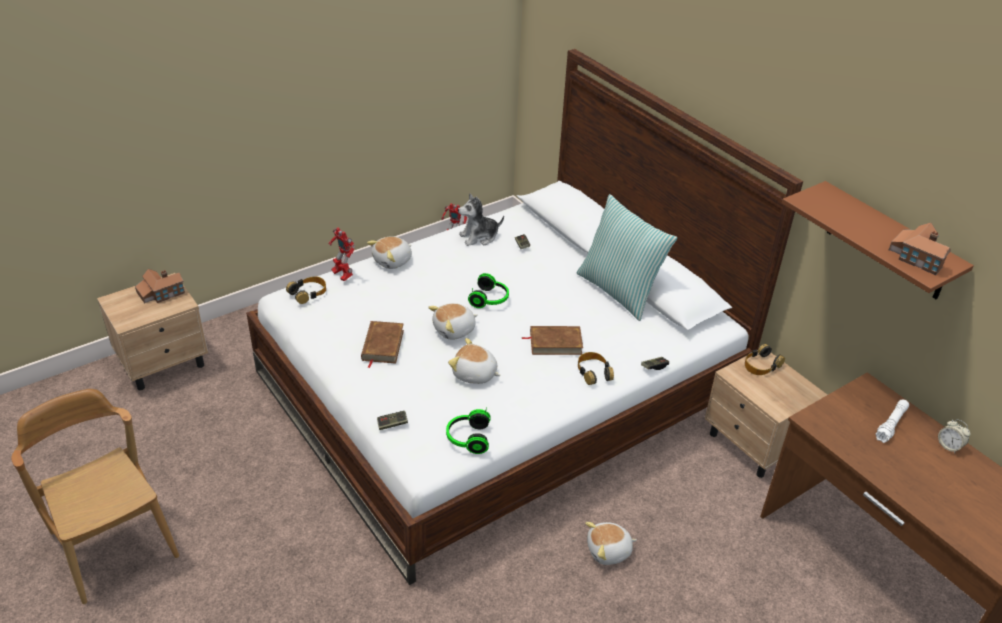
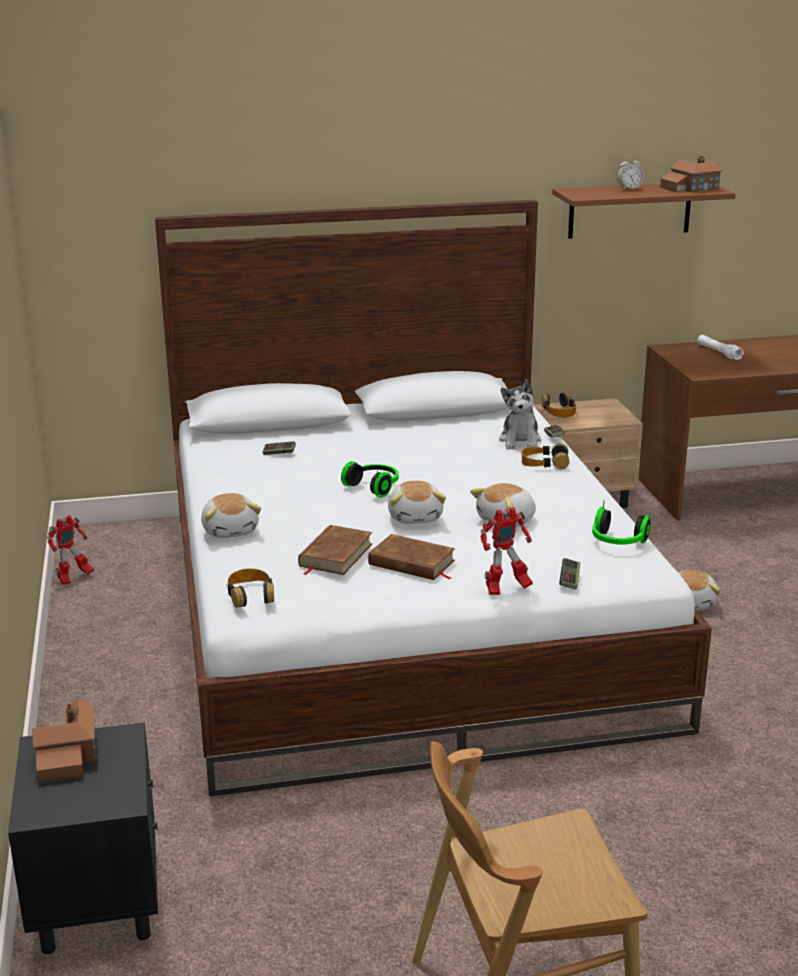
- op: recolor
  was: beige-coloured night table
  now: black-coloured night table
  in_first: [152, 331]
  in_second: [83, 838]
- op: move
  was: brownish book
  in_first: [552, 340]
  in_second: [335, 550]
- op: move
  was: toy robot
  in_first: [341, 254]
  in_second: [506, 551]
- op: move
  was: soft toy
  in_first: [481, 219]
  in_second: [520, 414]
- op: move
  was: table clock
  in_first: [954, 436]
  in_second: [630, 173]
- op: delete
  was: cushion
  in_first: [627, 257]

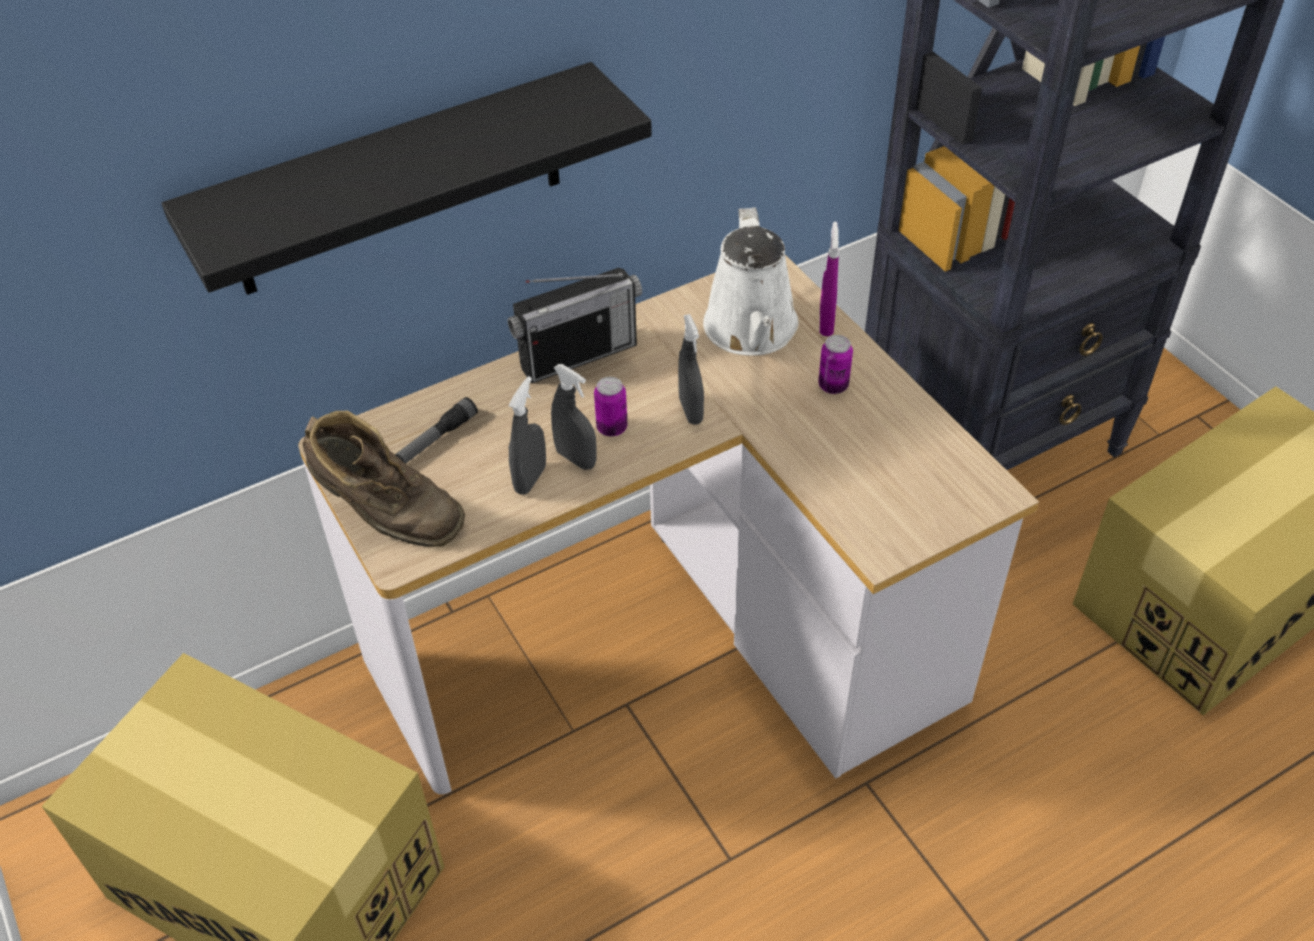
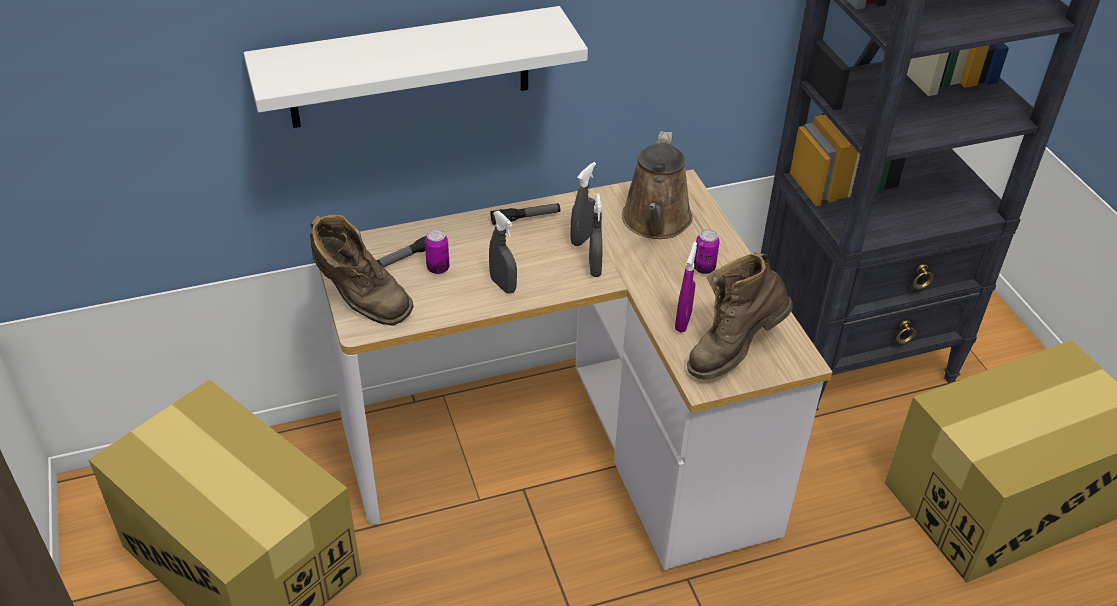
- op: recolor
  was: black-coloured wall shelf
  now: white-coloured wall shelf
  in_first: [407, 178]
  in_second: [416, 67]
- op: move
  was: can
  in_first: [610, 407]
  in_second: [437, 251]
- op: replace
  was: radio
  now: flashlight
  in_first: [575, 326]
  in_second: [525, 214]
- op: move
  was: greyish hand sprayer
  in_first: [527, 435]
  in_second: [583, 204]
- op: recolor
  was: white-coloured sprinkling can
  now: brownish sprinkling can
  in_first: [751, 281]
  in_second: [657, 185]
- op: move
  was: purple-coloured hand sprayer
  in_first: [829, 279]
  in_second: [686, 287]
- op: insert
  now: brownish high-top boot
  in_second: [740, 316]

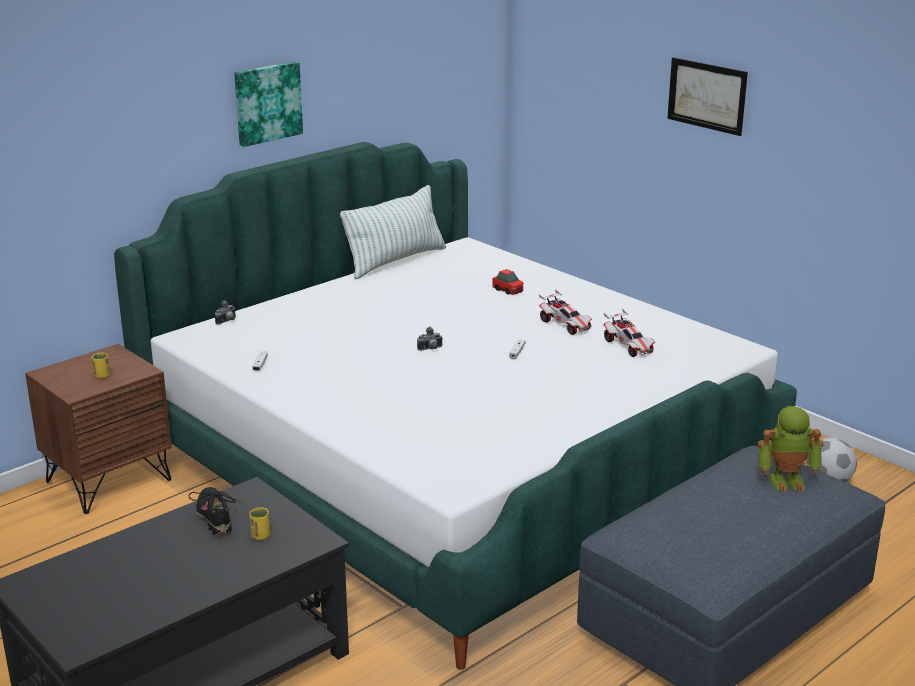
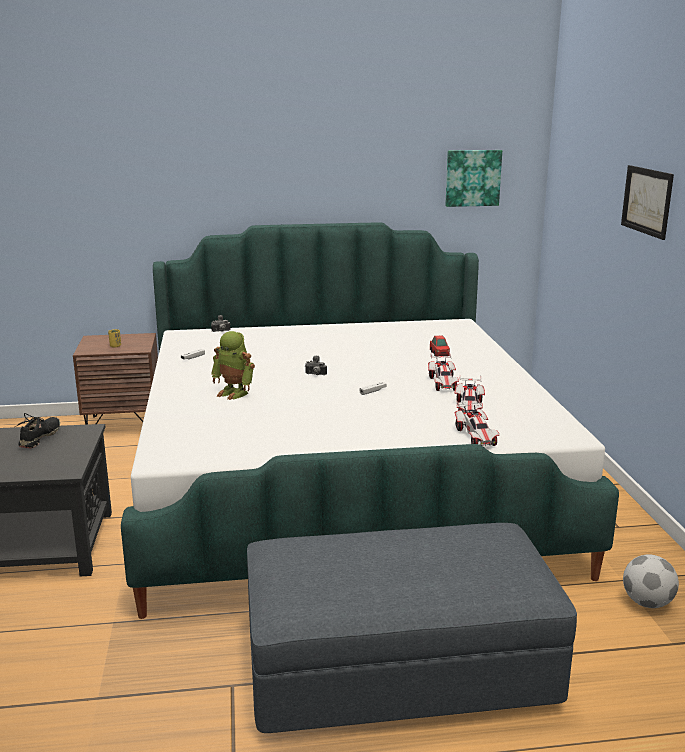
- op: move
  was: toy robot
  in_first: [791, 449]
  in_second: [233, 365]
- op: move
  was: picture
  in_first: [268, 104]
  in_second: [473, 178]
- op: insert
  now: miniature car
  in_second: [477, 422]
- op: delete
  was: yellow small cup
  in_first: [259, 523]
- op: delete
  was: cushion
  in_first: [393, 232]

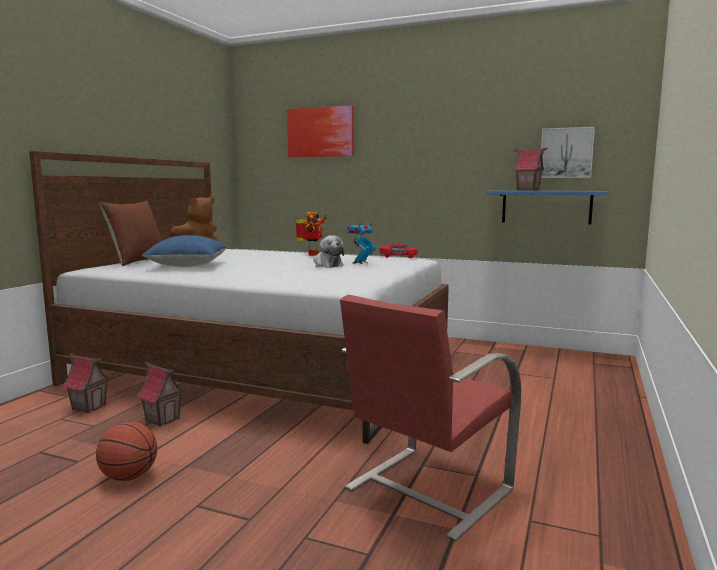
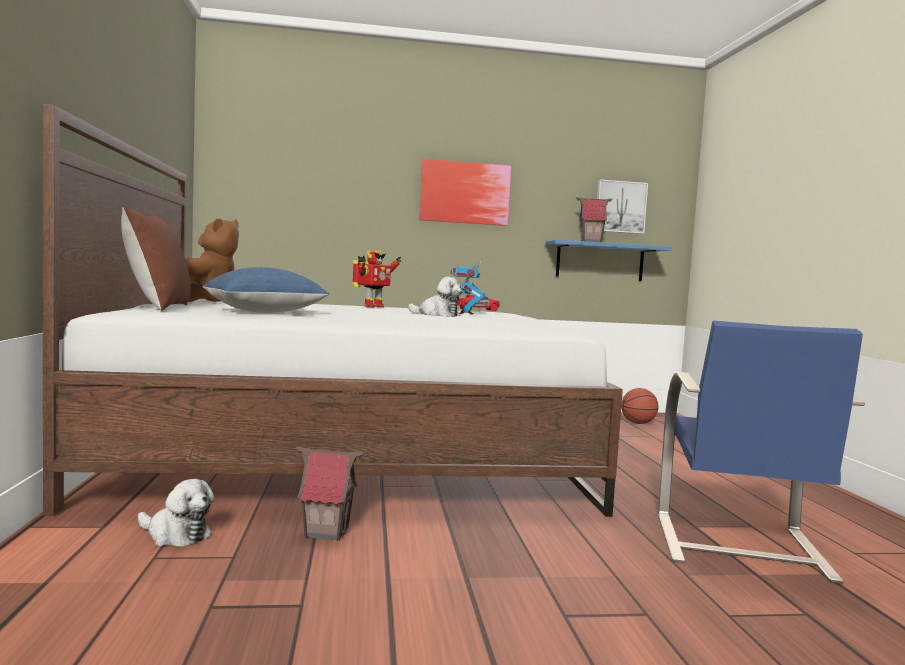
- op: replace
  was: model house
  now: soft toy
  in_first: [86, 383]
  in_second: [176, 513]
- op: rotate
  was: toy robot
  in_first: [311, 234]
  in_second: [376, 278]
  clockwise: 60
- op: move
  was: picture
  in_first: [320, 131]
  in_second: [465, 192]
- op: move
  was: basketball
  in_first: [126, 451]
  in_second: [639, 406]
- op: recolor
  was: red-coloured upright chair
  now: blue-coloured upright chair
  in_first: [431, 418]
  in_second: [761, 452]

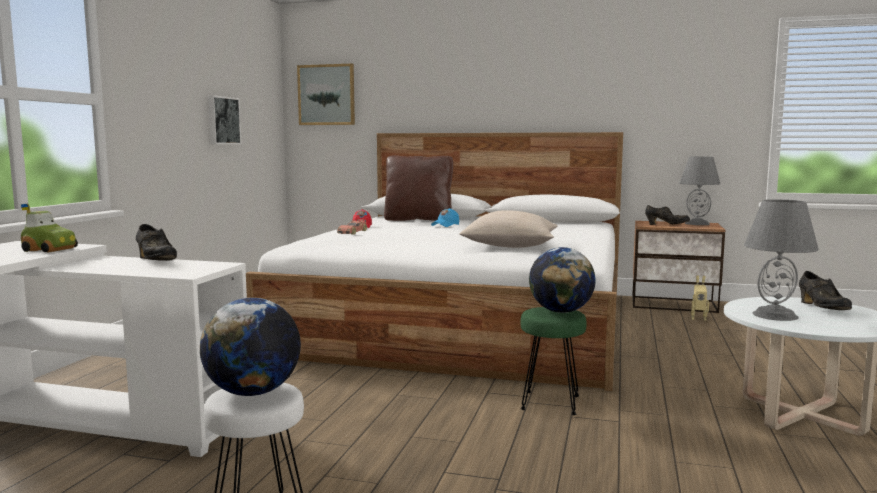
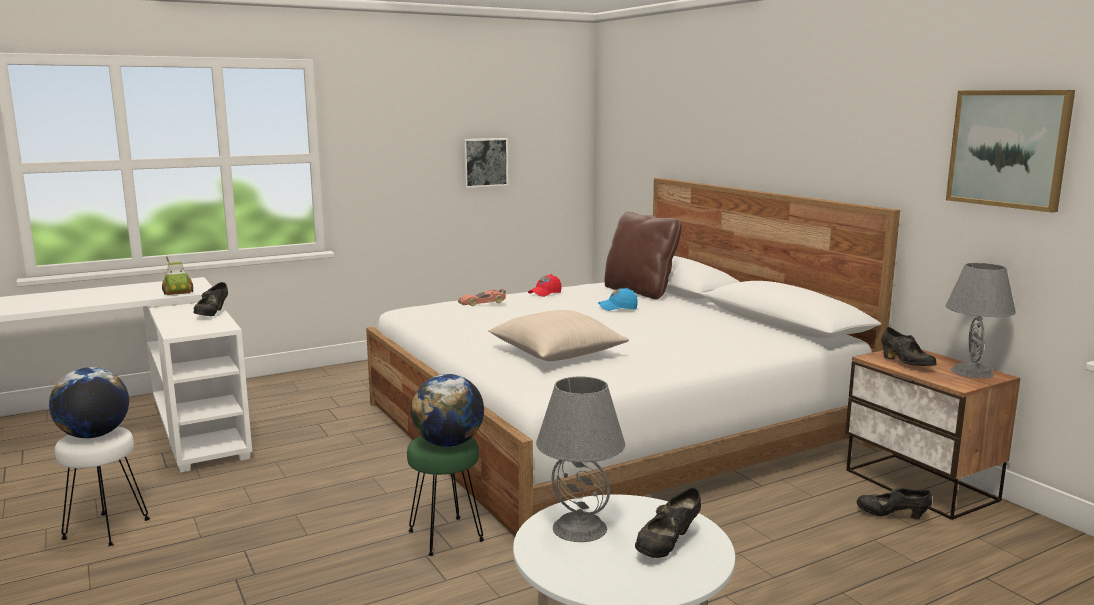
- op: replace
  was: toy robot
  now: black-coloured shoe
  in_first: [700, 298]
  in_second: [894, 504]
- op: move
  was: picture
  in_first: [326, 94]
  in_second: [1010, 151]

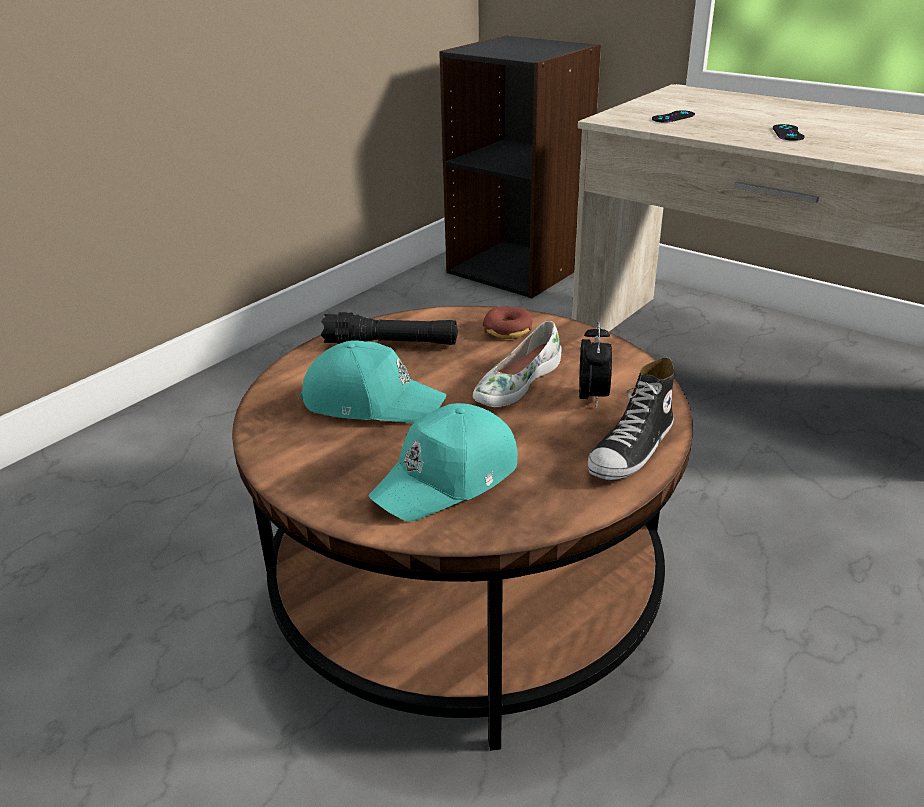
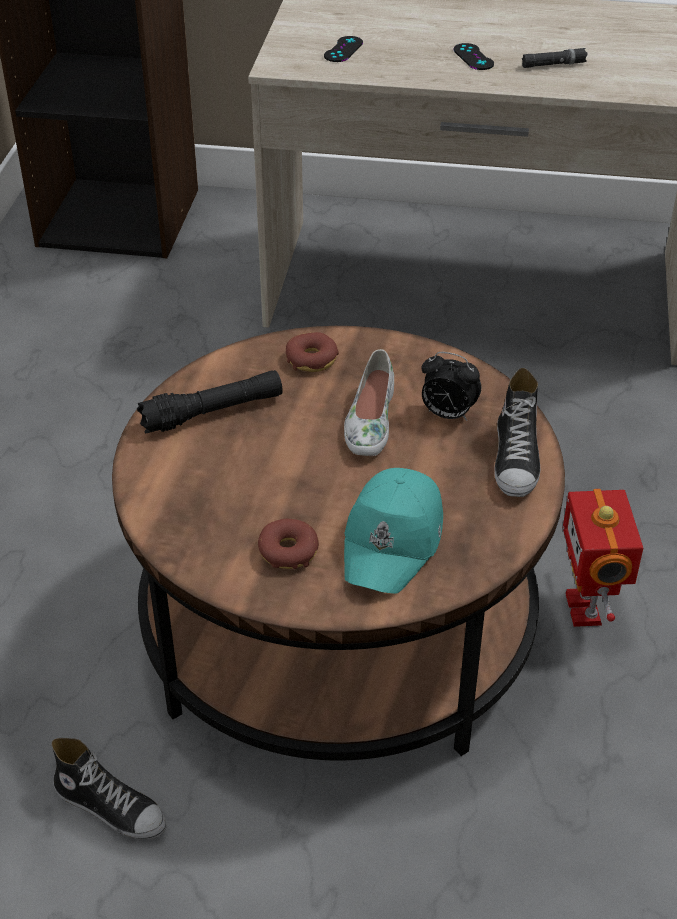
- op: insert
  now: shoe
  in_second: [109, 788]
- op: insert
  now: donut
  in_second: [288, 544]
- op: rotate
  was: table clock
  in_first: [595, 364]
  in_second: [451, 386]
  clockwise: 135
- op: insert
  now: black-coloured flashlight
  in_second: [555, 58]
- op: insert
  now: toy robot
  in_second: [603, 558]
- op: delete
  was: turquoise baseball cap
  in_first: [373, 381]

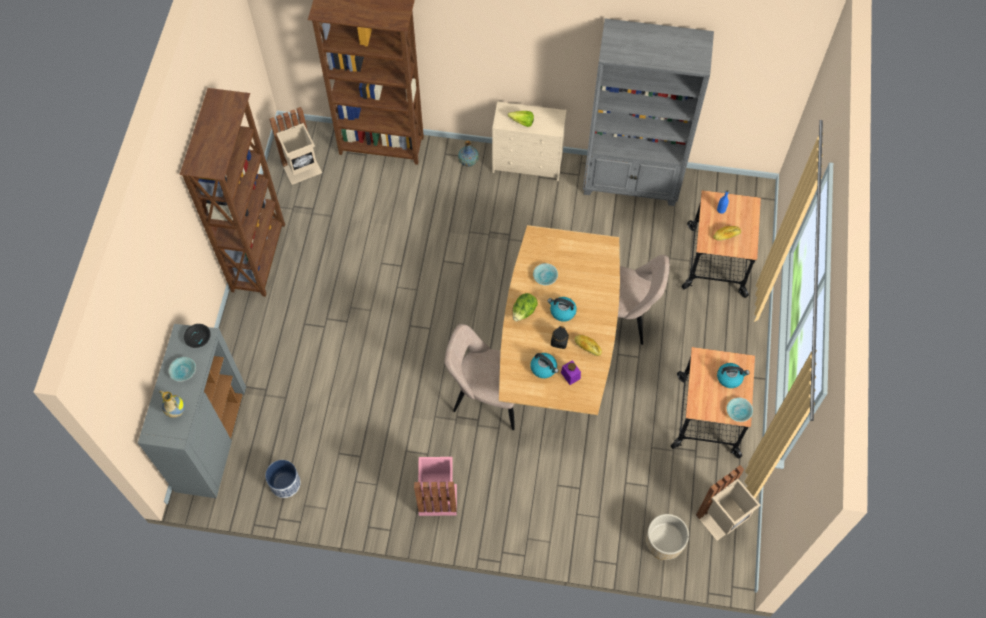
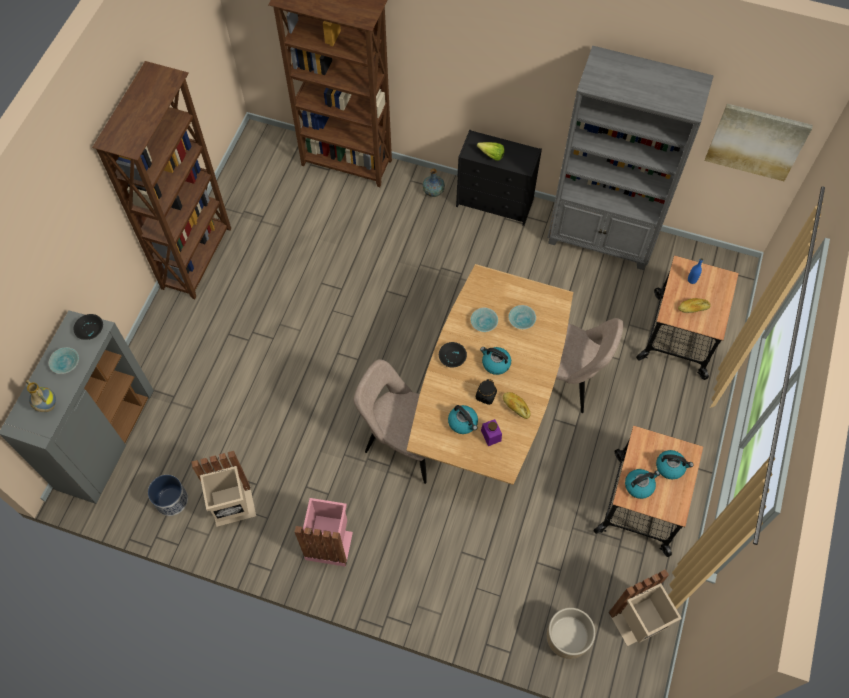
- op: move
  was: beige-coloured trash can
  in_first: [295, 146]
  in_second: [223, 489]
- op: replace
  was: lettuce head
  now: black-coloured bowl
  in_first: [525, 307]
  in_second: [453, 355]
- op: recolor
  was: beige-coloured drawer chest
  now: black-coloured drawer chest
  in_first: [529, 141]
  in_second: [499, 178]
- op: move
  was: turquoise bowl
  in_first: [740, 409]
  in_second: [522, 317]
- op: insert
  now: tea kettle
  in_second: [642, 484]
- op: insert
  now: picture
  in_second: [759, 142]

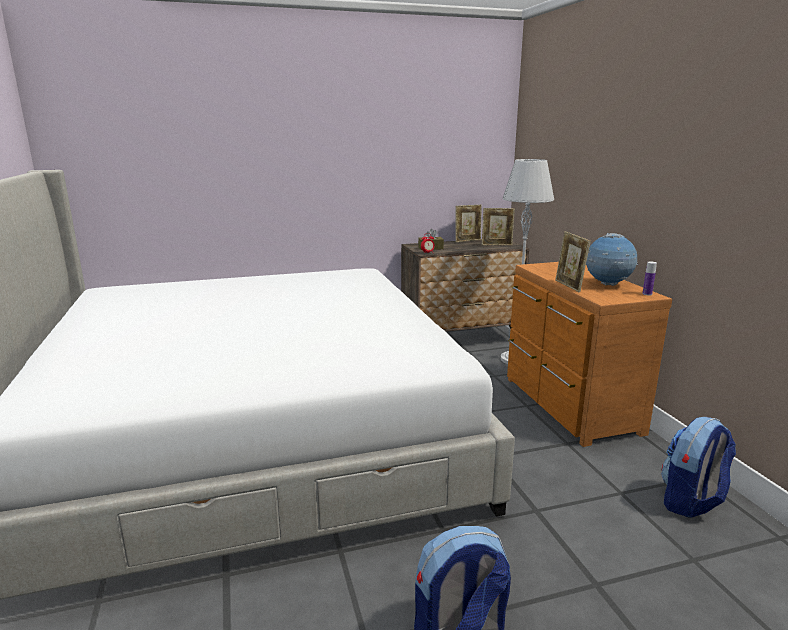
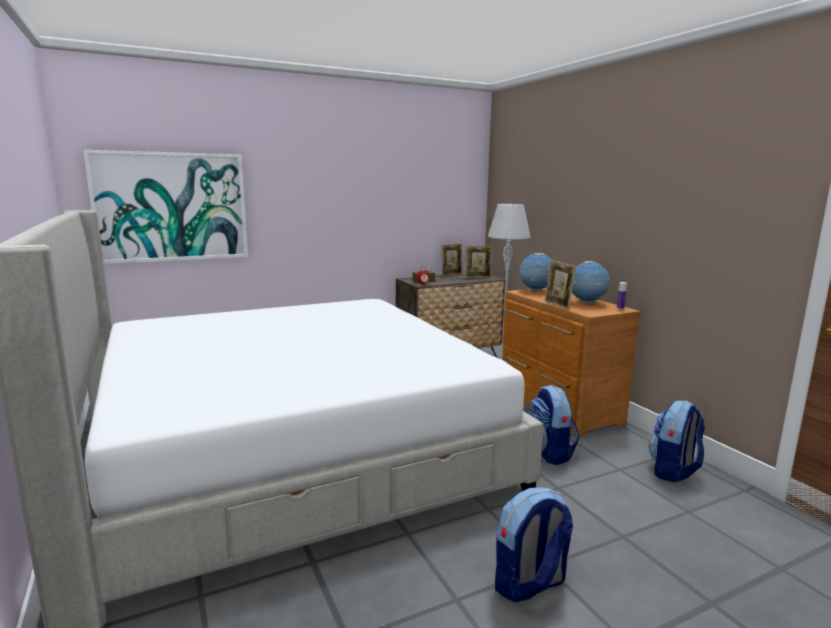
- op: insert
  now: picture
  in_second: [165, 207]
- op: insert
  now: desk globe
  in_second: [535, 272]
- op: insert
  now: backpack
  in_second: [555, 425]

